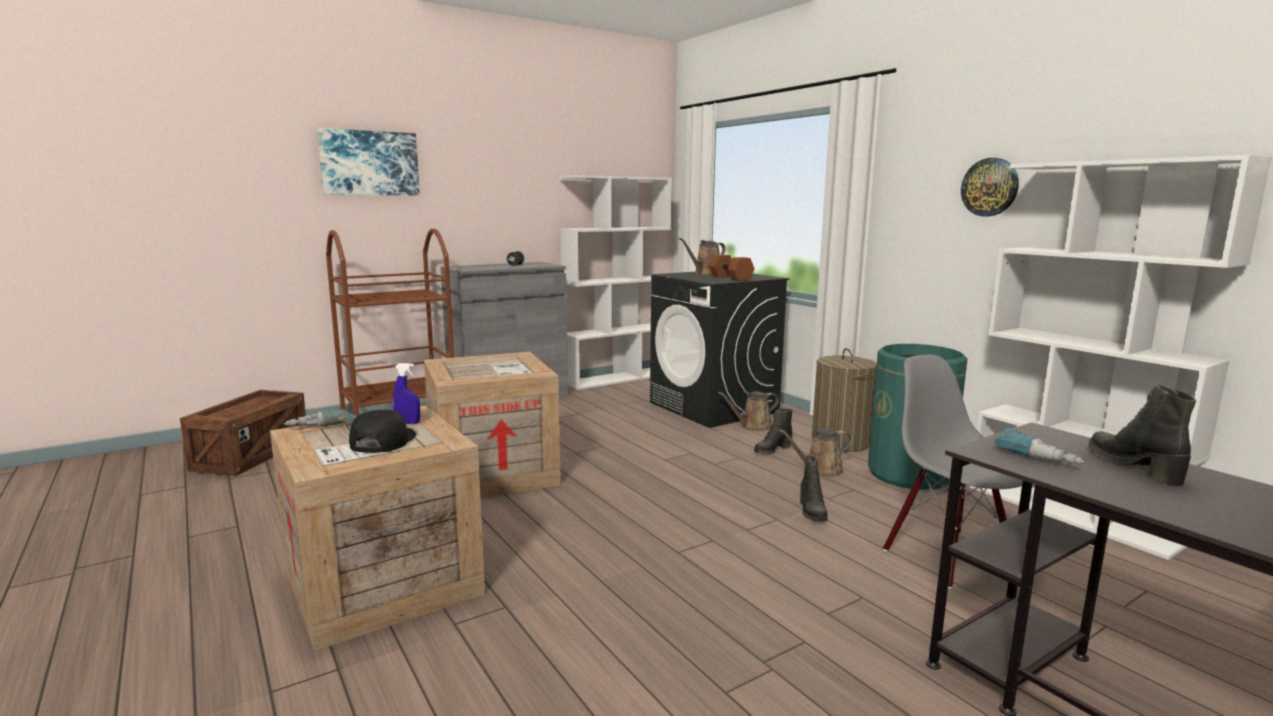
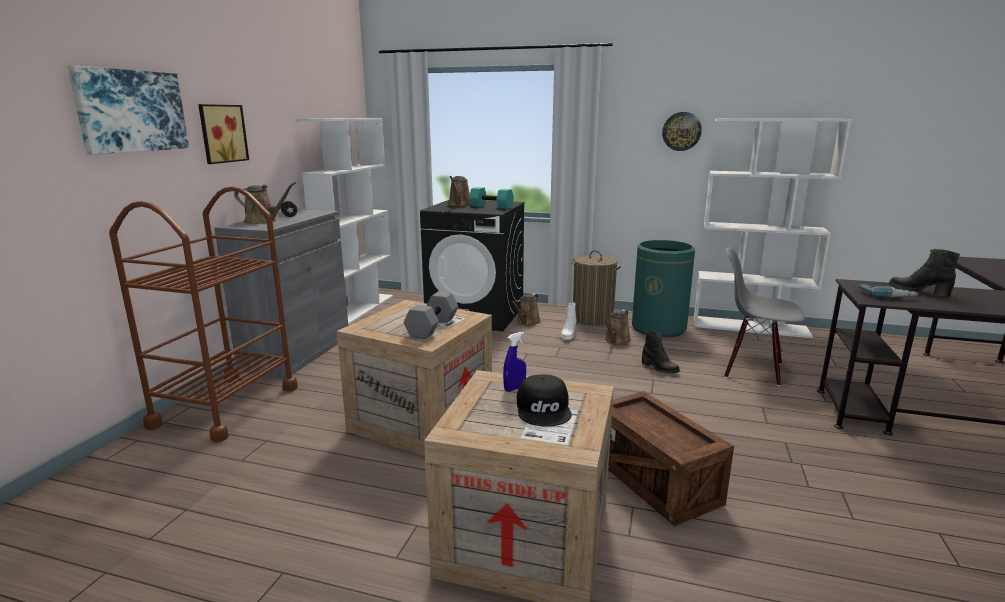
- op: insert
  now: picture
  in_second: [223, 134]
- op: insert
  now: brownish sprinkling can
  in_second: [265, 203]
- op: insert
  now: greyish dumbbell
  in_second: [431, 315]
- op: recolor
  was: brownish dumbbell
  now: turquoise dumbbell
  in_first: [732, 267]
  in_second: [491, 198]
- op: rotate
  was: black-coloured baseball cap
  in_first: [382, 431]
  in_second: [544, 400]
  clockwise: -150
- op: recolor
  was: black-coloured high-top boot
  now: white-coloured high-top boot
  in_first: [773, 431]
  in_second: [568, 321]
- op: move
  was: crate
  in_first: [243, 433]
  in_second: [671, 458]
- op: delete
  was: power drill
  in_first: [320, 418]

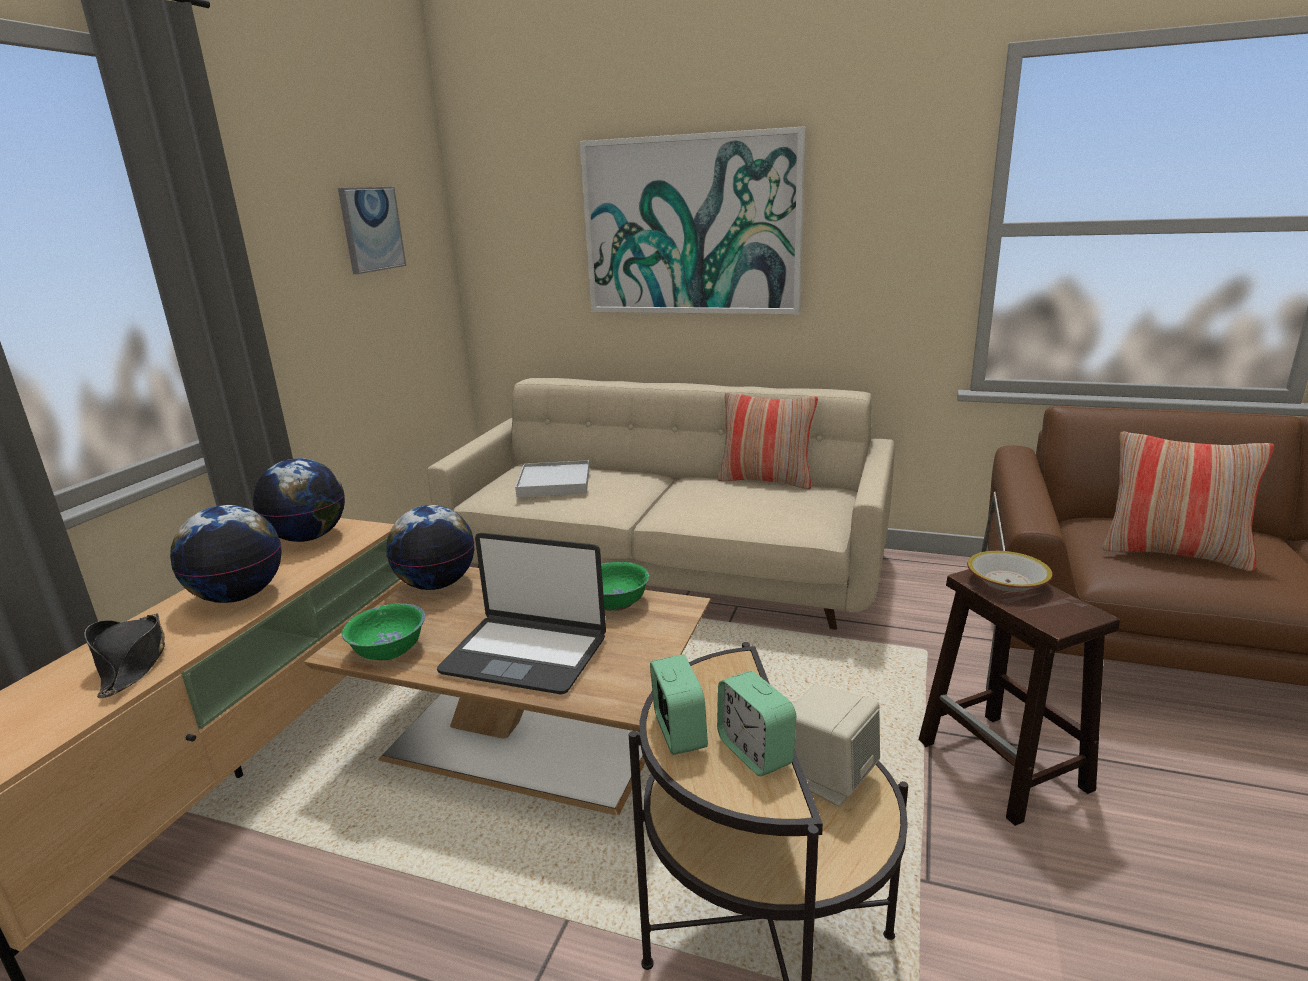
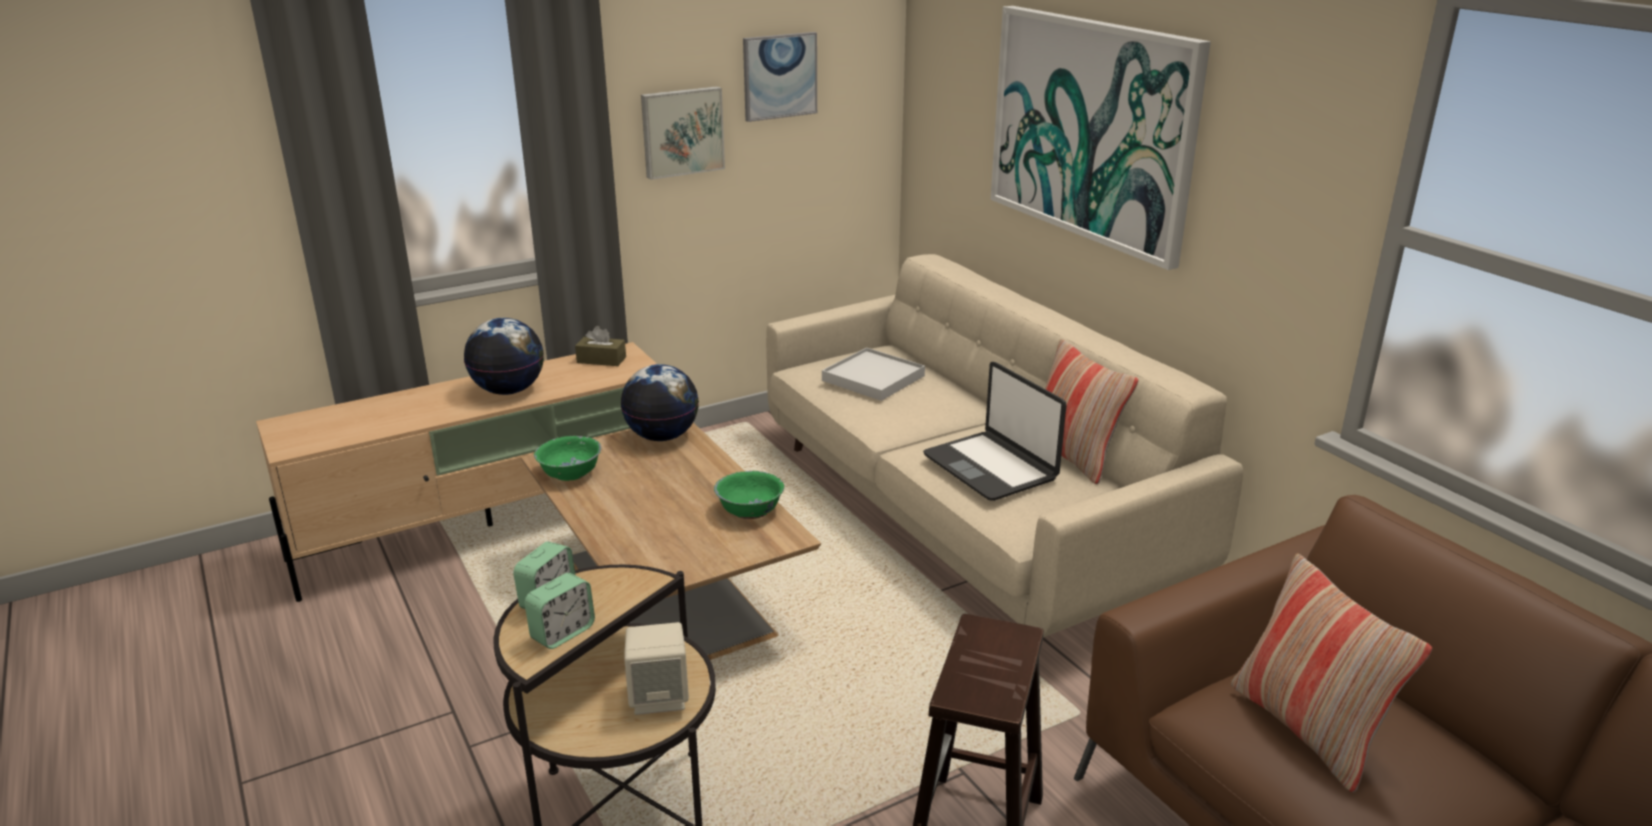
- op: rotate
  was: table clock
  in_first: [756, 723]
  in_second: [559, 611]
  clockwise: -150
- op: replace
  was: desk globe
  now: brownish tissue box
  in_first: [299, 500]
  in_second: [600, 346]
- op: insert
  now: picture
  in_second: [683, 133]
- op: move
  was: laptop
  in_first: [521, 613]
  in_second: [995, 431]
- op: delete
  was: black-coloured clothing hat
  in_first: [124, 655]
- op: delete
  was: bowl
  in_first: [1010, 572]

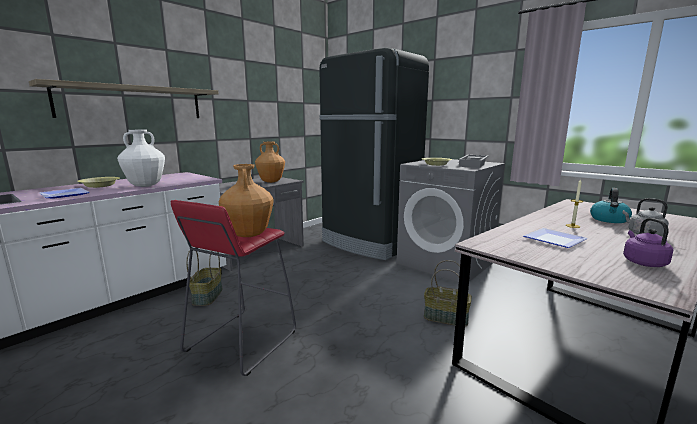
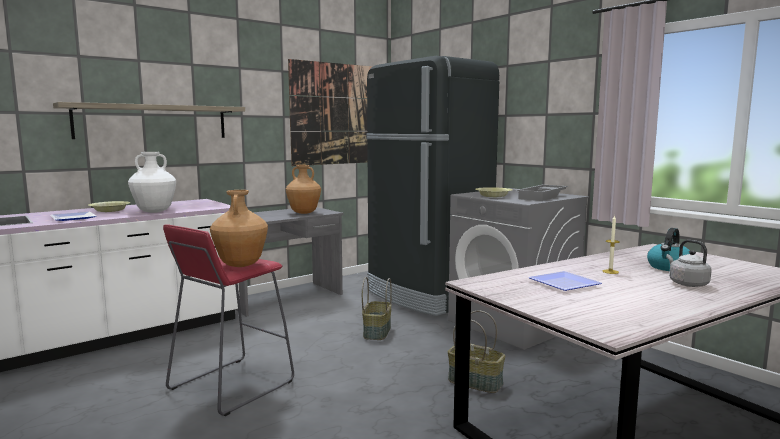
- op: insert
  now: picture
  in_second: [330, 112]
- op: move
  was: household basket
  in_first: [204, 278]
  in_second: [377, 308]
- op: delete
  was: purple-coloured tea kettle
  in_first: [648, 242]

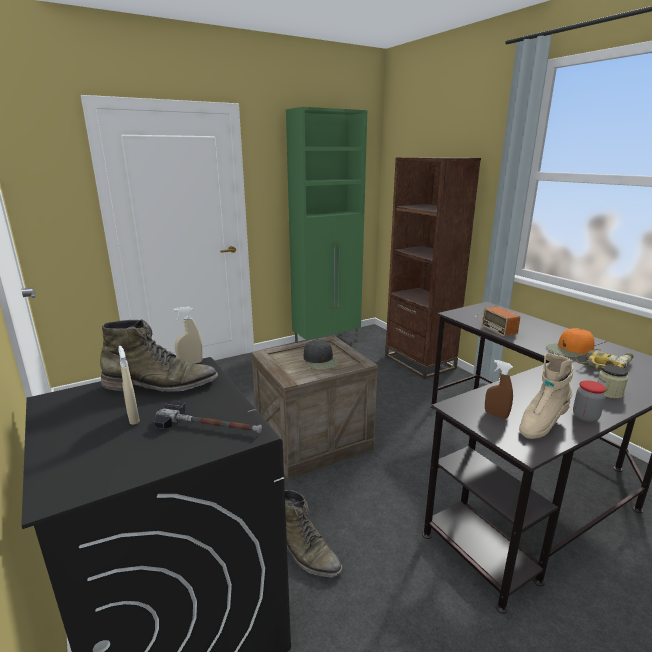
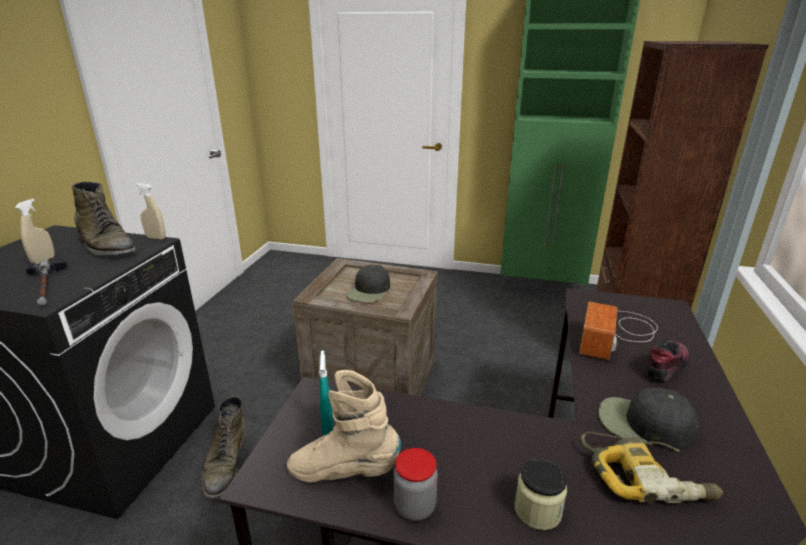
- op: recolor
  was: brownish hand sprayer
  now: turquoise hand sprayer
  in_first: [499, 389]
  in_second: [326, 393]
- op: recolor
  was: orange-coloured baseball cap
  now: black-coloured baseball cap
  in_first: [570, 342]
  in_second: [649, 418]
- op: insert
  now: shoe
  in_second: [666, 360]

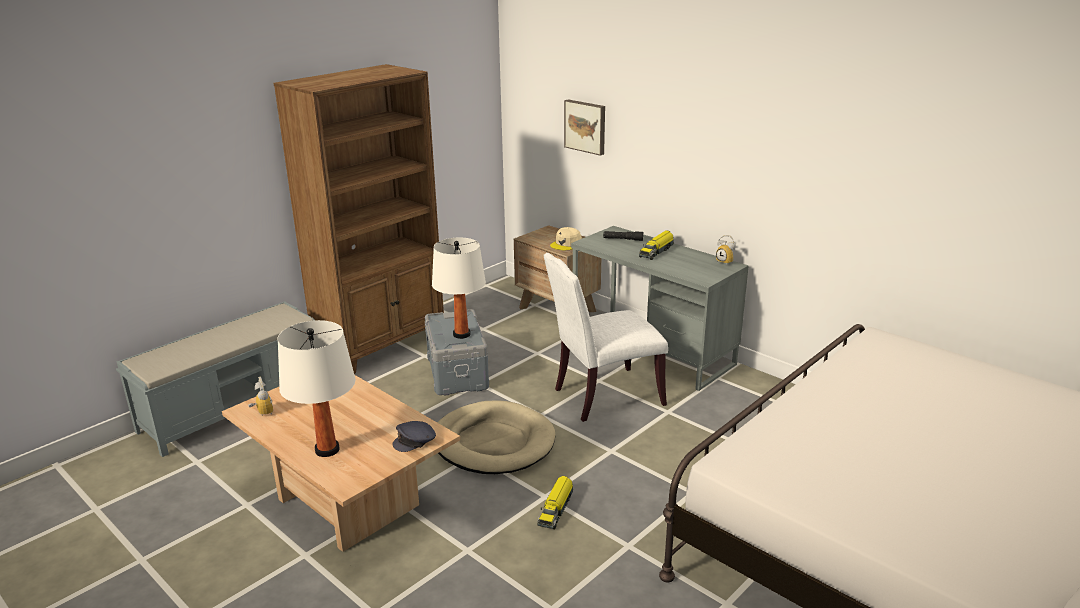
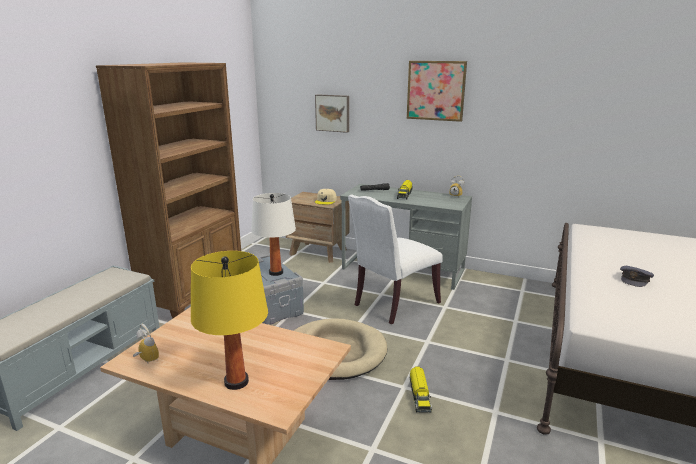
- op: recolor
  was: white-coloured lamp for a table
  now: yellow lamp for a table
  in_first: [316, 388]
  in_second: [229, 320]
- op: insert
  now: picture
  in_second: [437, 91]
- op: move
  was: greyish baseball cap
  in_first: [414, 436]
  in_second: [637, 276]

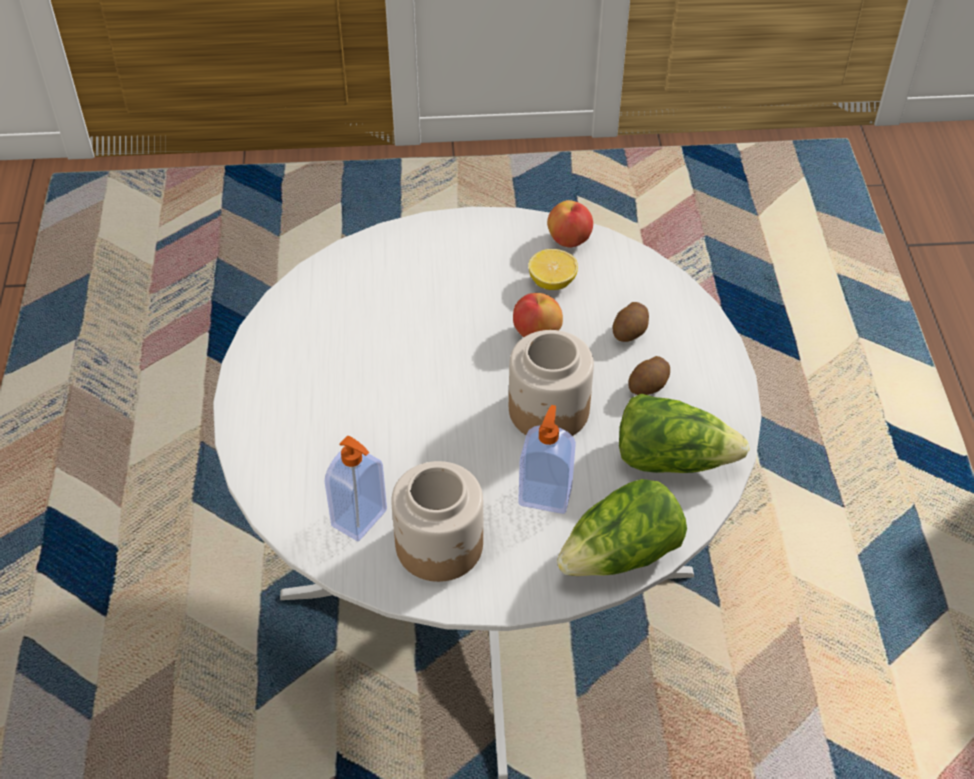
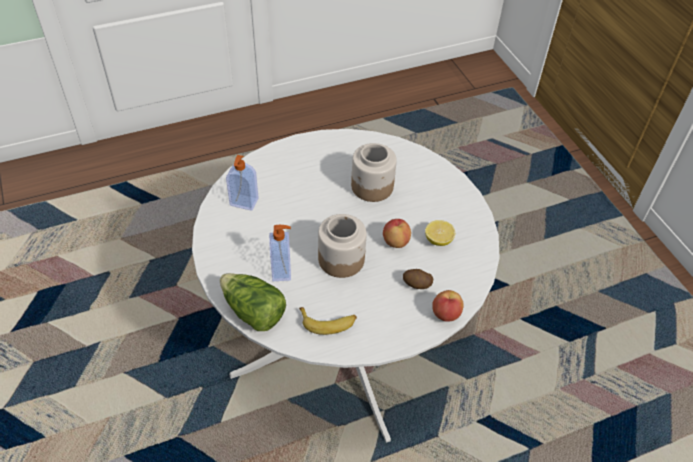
- op: replace
  was: lettuce head
  now: banana
  in_first: [684, 433]
  in_second: [328, 321]
- op: move
  was: jar
  in_first: [437, 521]
  in_second: [374, 172]
- op: move
  was: apple
  in_first: [570, 224]
  in_second: [448, 306]
- op: delete
  was: spud
  in_first: [649, 375]

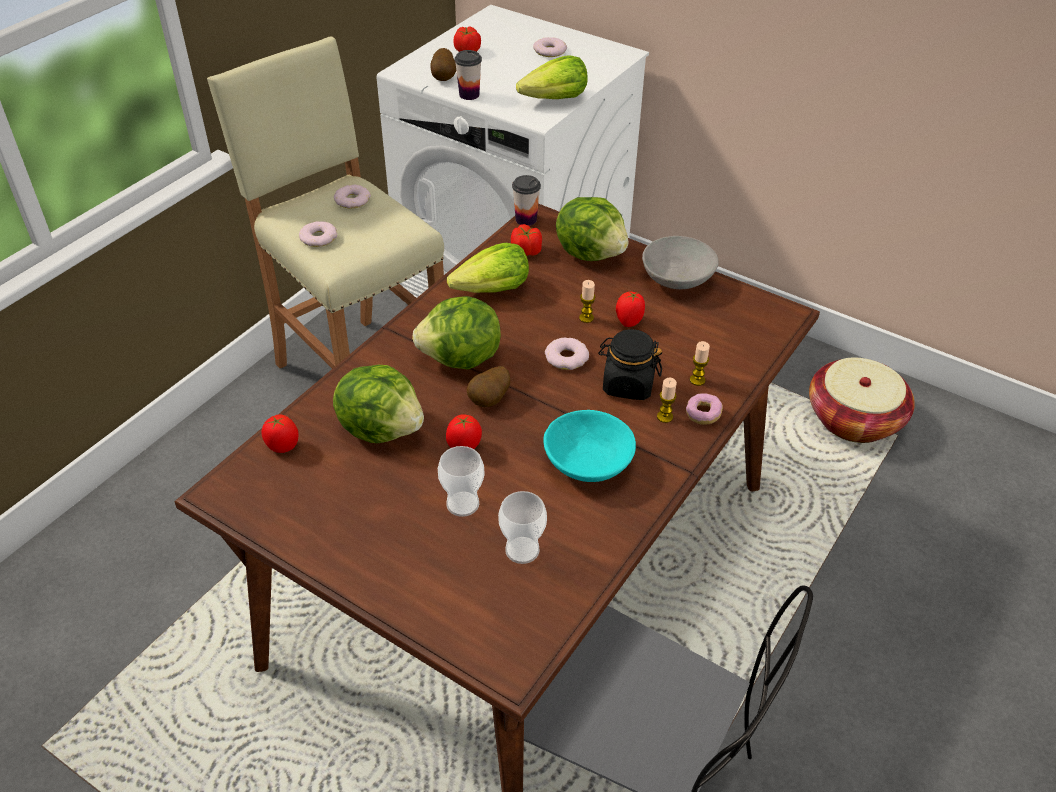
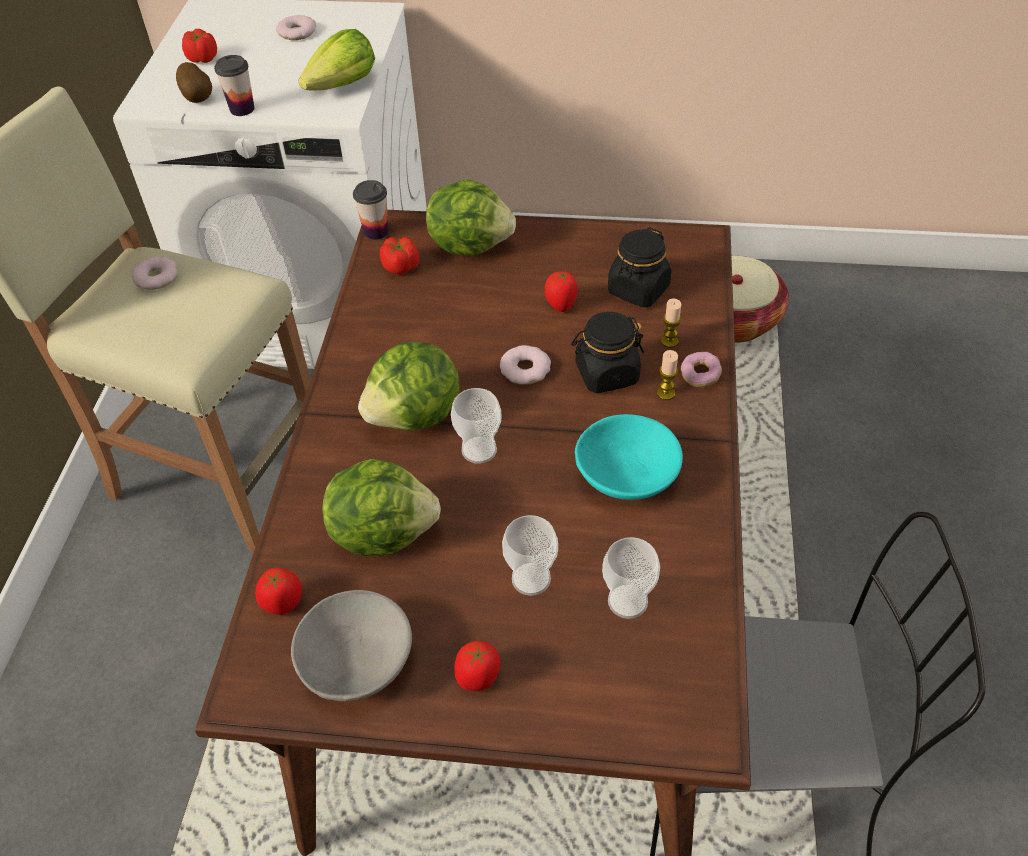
- op: move
  was: greyish bowl
  in_first: [680, 262]
  in_second: [351, 645]
- op: replace
  was: spud
  now: small cup
  in_first: [488, 386]
  in_second: [476, 426]
- op: move
  was: whole tomato
  in_first: [464, 431]
  in_second: [477, 666]
- op: insert
  now: black-coloured jar
  in_second: [639, 267]
- op: delete
  was: donut
  in_first: [318, 234]
- op: delete
  was: lettuce head
  in_first: [488, 268]
- op: delete
  was: wax candle
  in_first: [587, 301]

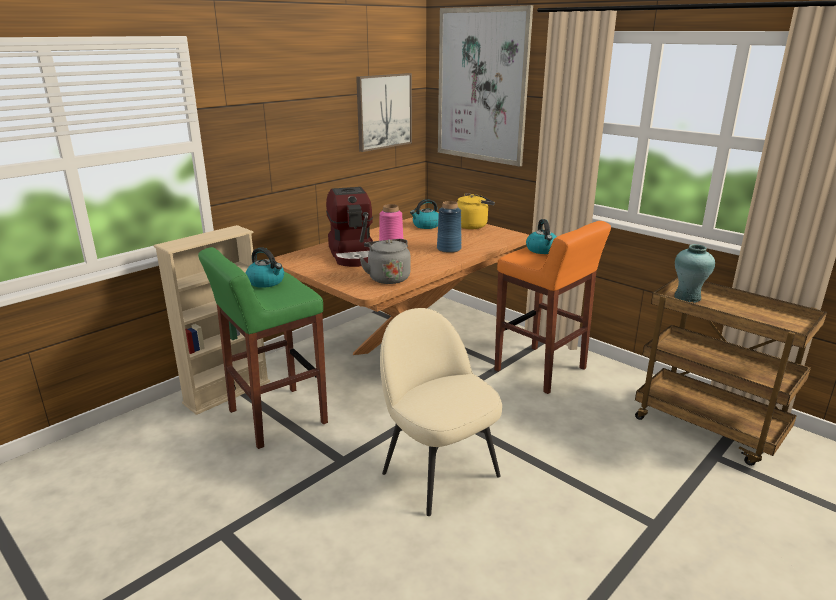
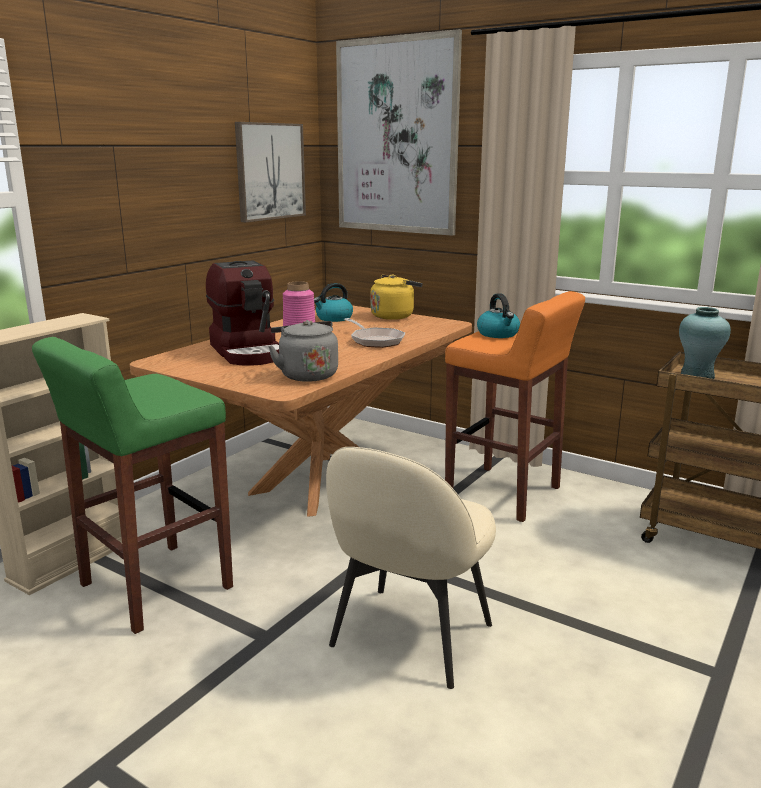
- op: rotate
  was: beige-coloured upright chair
  in_first: [441, 412]
  in_second: [411, 568]
  clockwise: -105
- op: replace
  was: blue-coloured vase
  now: pan
  in_first: [449, 227]
  in_second: [374, 333]
- op: delete
  was: tea kettle
  in_first: [265, 267]

